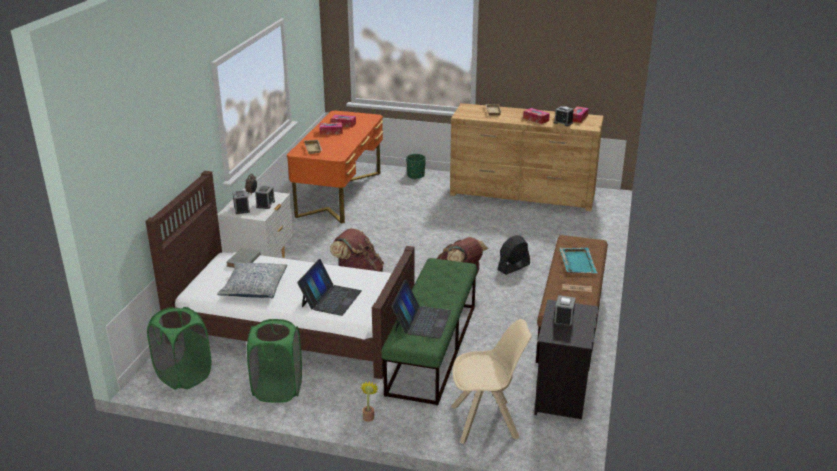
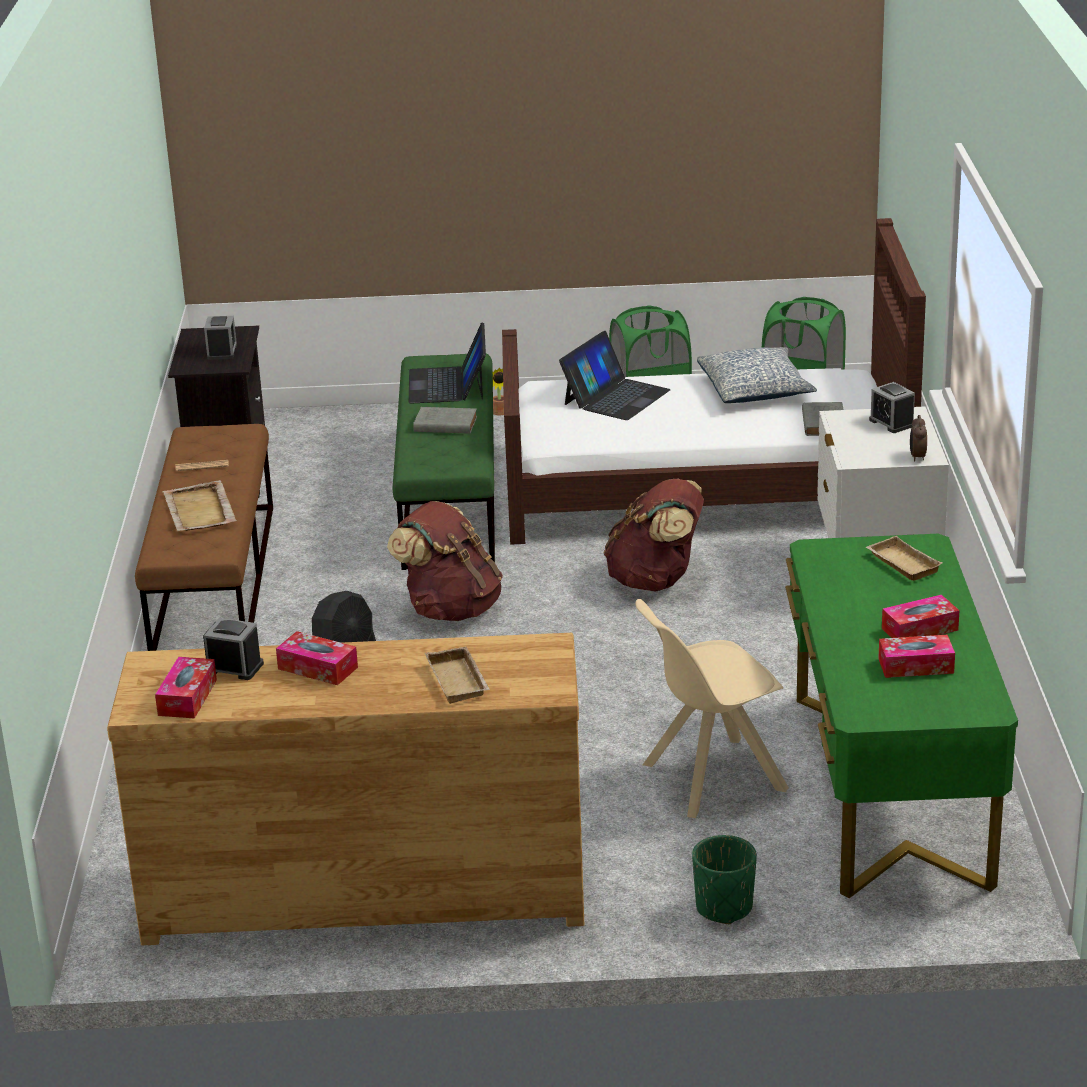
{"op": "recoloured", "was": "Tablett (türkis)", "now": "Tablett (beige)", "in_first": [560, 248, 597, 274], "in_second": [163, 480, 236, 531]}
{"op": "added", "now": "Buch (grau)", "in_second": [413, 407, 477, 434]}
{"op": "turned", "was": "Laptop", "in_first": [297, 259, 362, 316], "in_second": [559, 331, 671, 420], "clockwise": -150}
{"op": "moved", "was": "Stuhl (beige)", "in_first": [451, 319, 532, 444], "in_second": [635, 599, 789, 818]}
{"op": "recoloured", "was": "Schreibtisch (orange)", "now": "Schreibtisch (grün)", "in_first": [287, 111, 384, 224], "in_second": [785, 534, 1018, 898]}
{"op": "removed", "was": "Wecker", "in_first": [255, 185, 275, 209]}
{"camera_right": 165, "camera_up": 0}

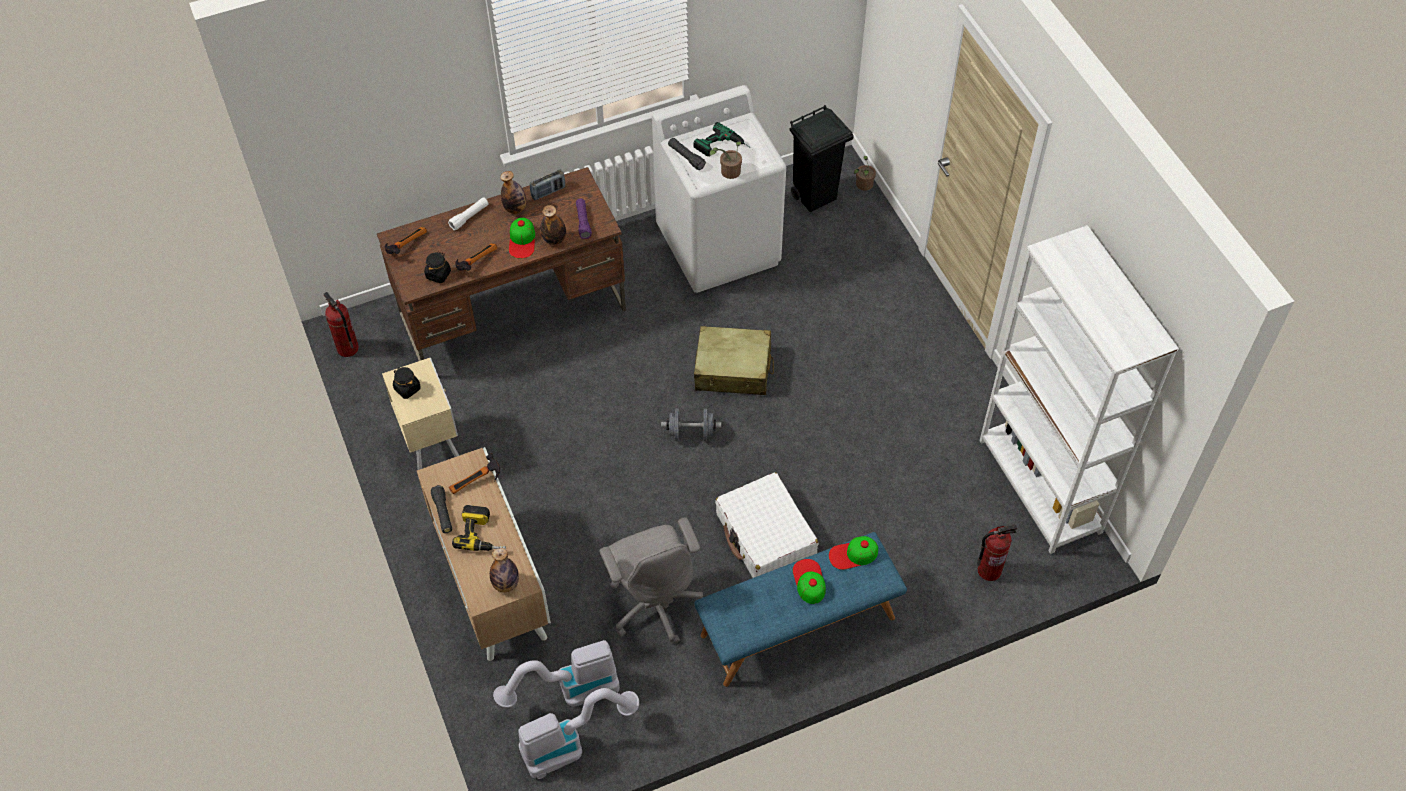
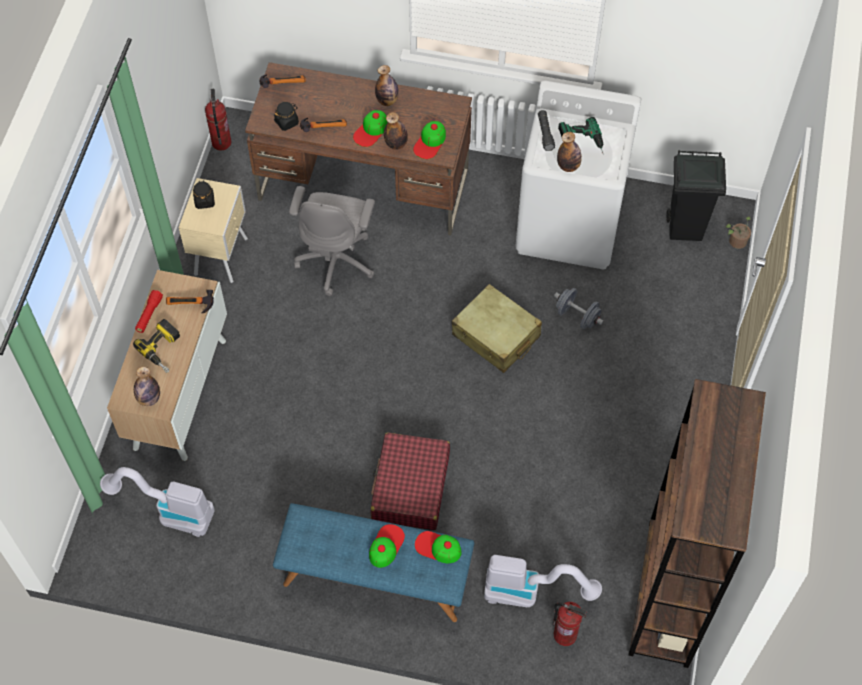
{"op": "recoloured", "was": "Taschenlampe (schwarz)", "now": "Taschenlampe (rot)", "in_first": [431, 485, 452, 533], "in_second": [135, 290, 163, 333]}
{"op": "moved", "was": "Bürostuhl (grau)", "in_first": [599, 518, 703, 644], "in_second": [289, 186, 375, 296]}
{"op": "recoloured", "was": "Koffer (weiß)", "now": "Koffer (rot)", "in_first": [715, 472, 818, 578], "in_second": [370, 432, 450, 530]}
{"op": "replaced", "was": "Taschenlampe (lila)", "now": "Kappe", "in_first": [576, 199, 592, 239], "in_second": [413, 121, 446, 159]}
{"op": "moved", "was": "Staubsauger", "in_first": [518, 688, 639, 779], "in_second": [484, 555, 602, 607]}
{"op": "moved", "was": "Hantel (grau)", "in_first": [661, 408, 721, 441], "in_second": [554, 288, 604, 329]}
{"op": "replaced", "was": "Topfpflanze", "now": "Flasche", "in_first": [709, 141, 742, 179], "in_second": [557, 132, 582, 172]}
{"op": "recoloured", "was": "Bücherregal (weiß)", "now": "Bücherregal (braun)", "in_first": [979, 225, 1179, 554], "in_second": [628, 379, 766, 668]}
{"op": "removed", "was": "Taschenlampe (weiß)", "in_first": [448, 197, 489, 231]}
{"op": "removed", "was": "Radio", "in_first": [530, 170, 565, 200]}
{"camera_right": 35, "camera_up": 5}

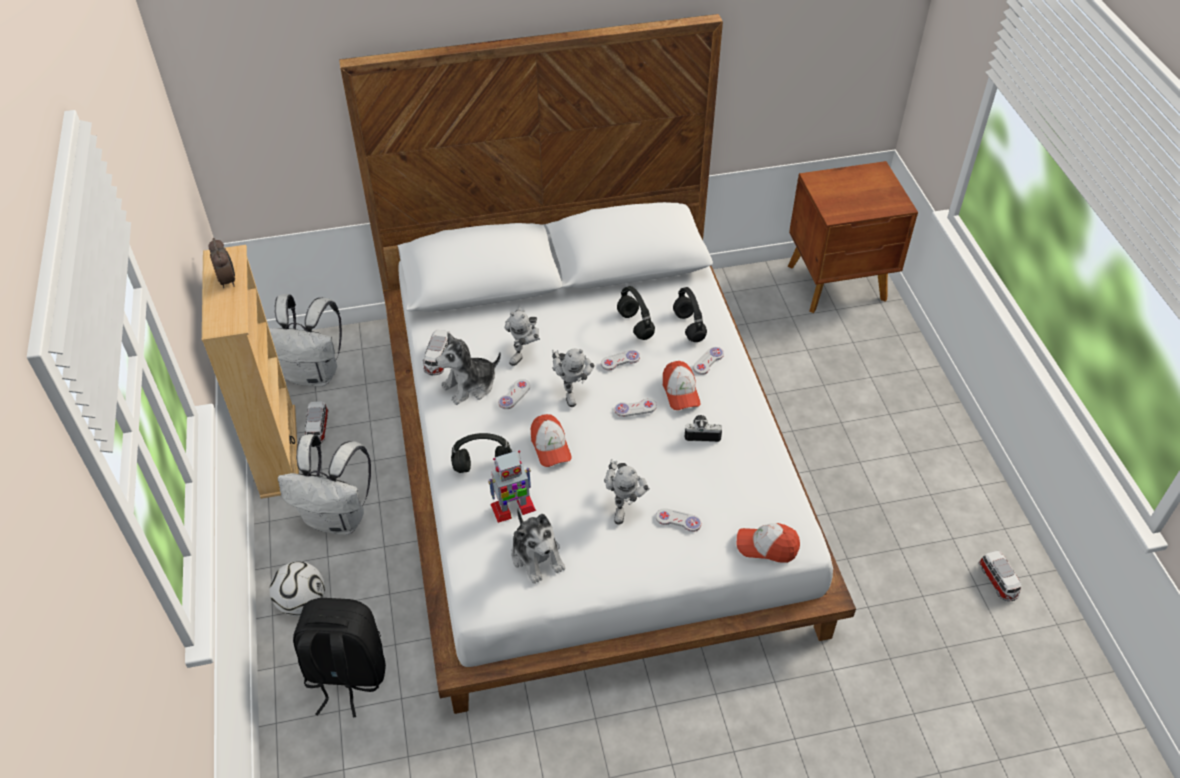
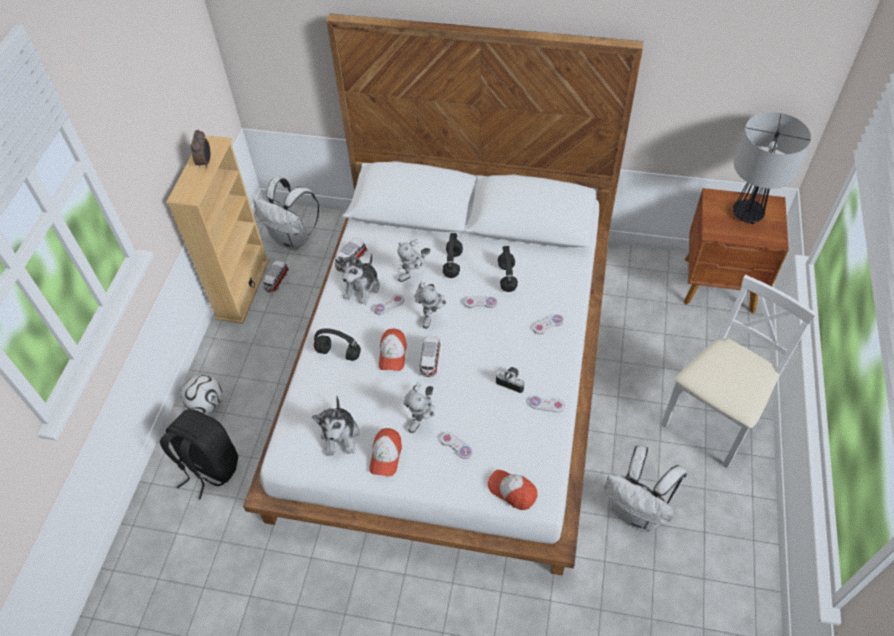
{"op": "turned", "was": "Plüschtier", "in_first": [435, 333, 501, 405], "in_second": [338, 253, 380, 305], "clockwise": -60}
{"op": "moved", "was": "Kappe", "in_first": [663, 361, 700, 410], "in_second": [369, 428, 402, 476]}
{"op": "moved", "was": "Spielzeugauto", "in_first": [979, 551, 1022, 601], "in_second": [419, 336, 441, 377]}
{"op": "moved", "was": "Kopfhörer (schwarz)", "in_first": [673, 287, 707, 342], "in_second": [443, 233, 463, 278]}
{"op": "moved", "was": "Gamepad (weiß)", "in_first": [614, 398, 657, 417], "in_second": [529, 395, 565, 413]}
{"op": "moved", "was": "Rucksack (weiß)", "in_first": [278, 434, 371, 535], "in_second": [604, 445, 687, 532]}
{"op": "added", "now": "Stuhl (weiß)", "in_second": [661, 275, 817, 468]}
{"op": "added", "now": "Tischlampe", "in_second": [733, 112, 811, 224]}
{"op": "removed", "was": "Spielzeugroboter", "in_first": [488, 450, 536, 523]}
{"camera_right": 25, "camera_up": 5}

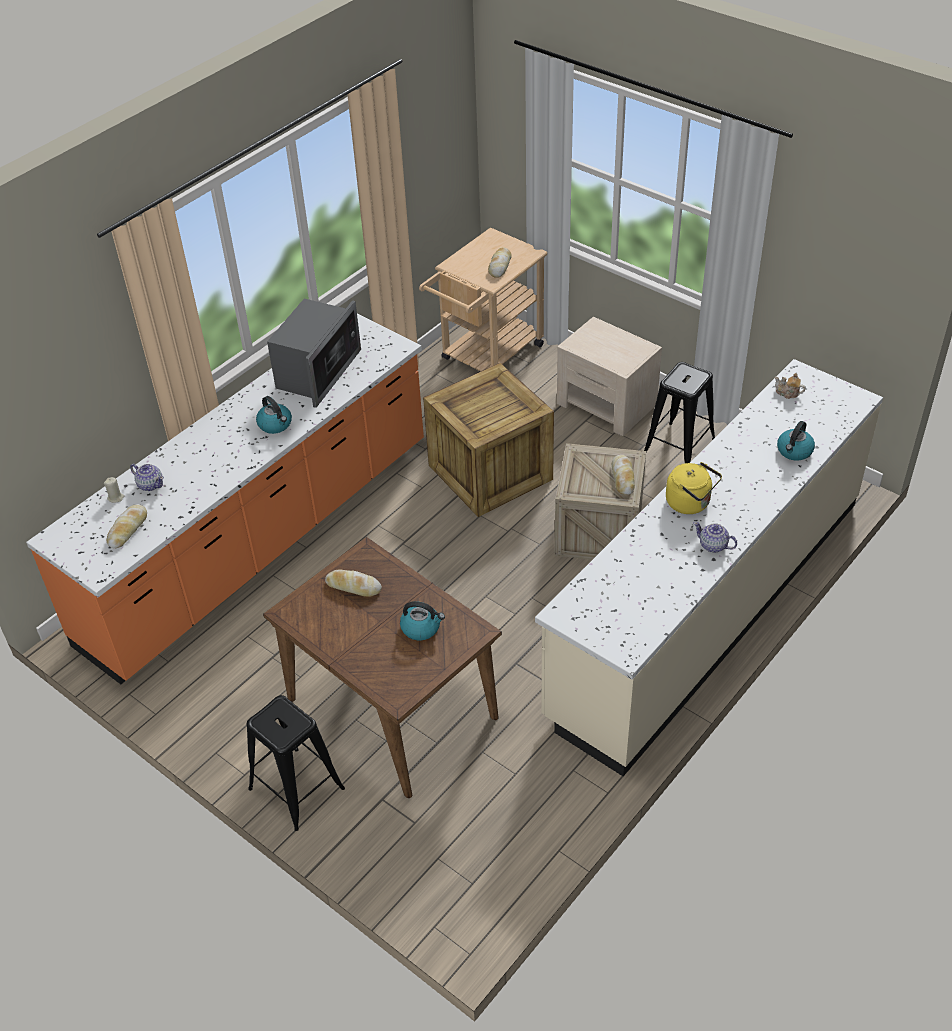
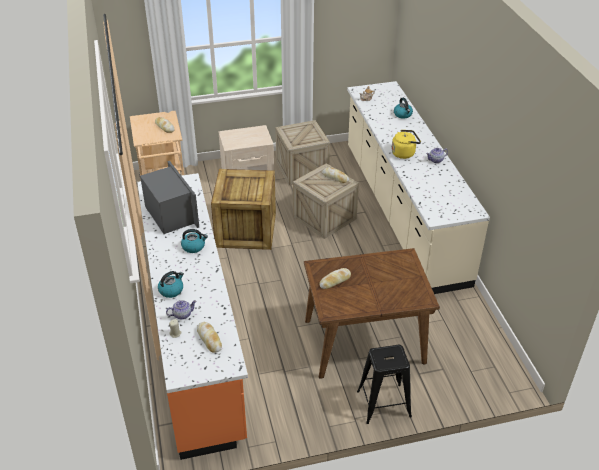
{"op": "moved", "was": "Wasserkessel", "in_first": [400, 601, 445, 640], "in_second": [158, 271, 184, 298]}
{"op": "replaced", "was": "Hocker (schwarz)", "now": "Kiste", "in_first": [644, 362, 715, 463], "in_second": [275, 120, 330, 185]}
{"camera_right": -55, "camera_up": -5}

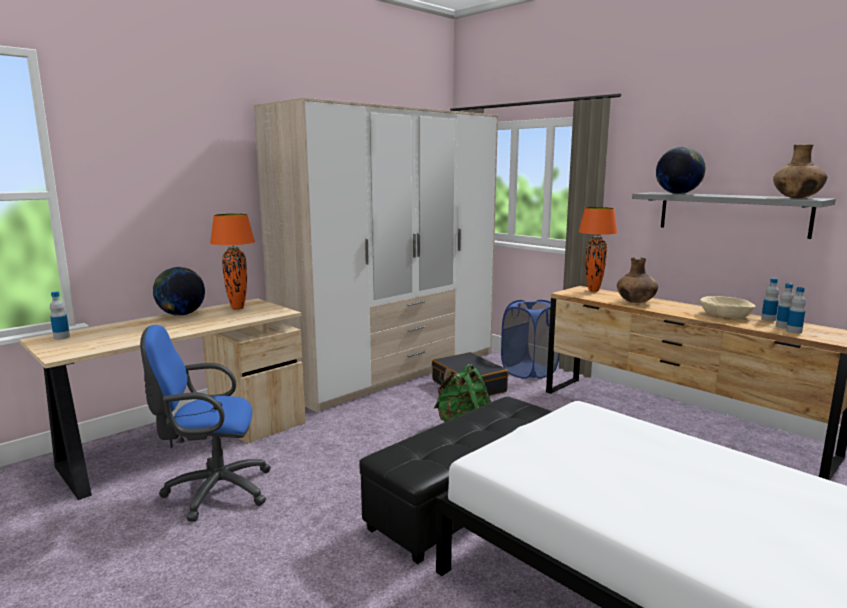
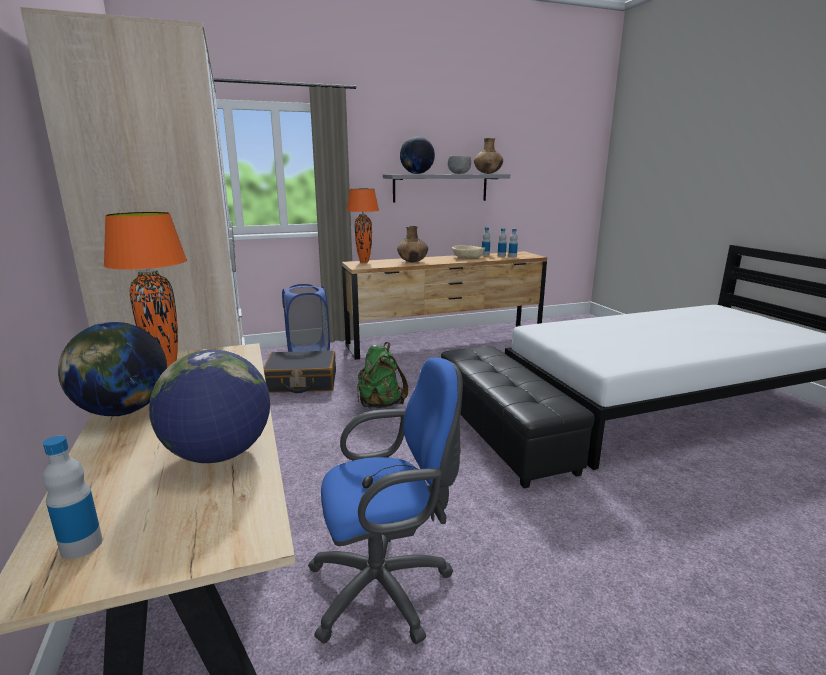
{"op": "added", "now": "Globus", "in_second": [149, 350, 270, 463]}
{"op": "turned", "was": "Bürostuhl (blau)", "in_first": [140, 325, 271, 522], "in_second": [308, 358, 463, 644], "clockwise": -120}
{"op": "added", "now": "Schüssel (grau)", "in_second": [448, 156, 471, 174]}
{"camera_right": -65, "camera_up": 5}

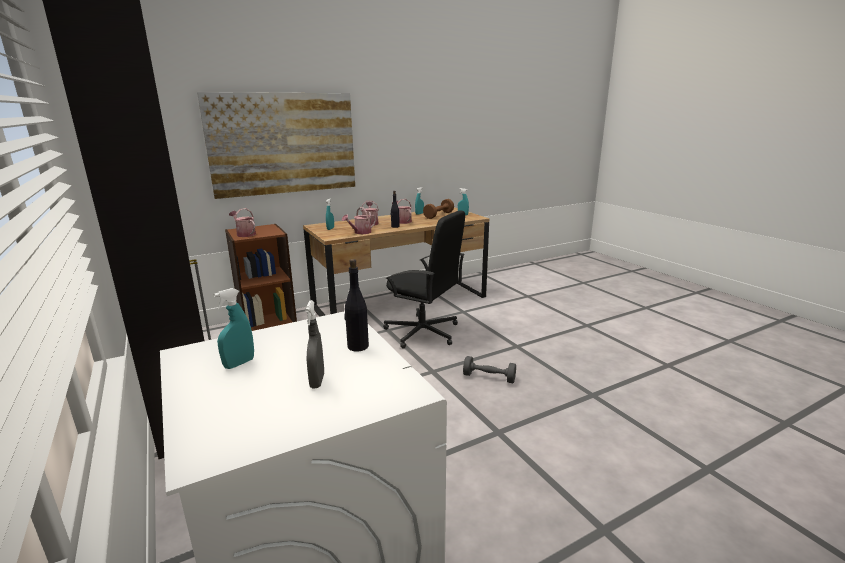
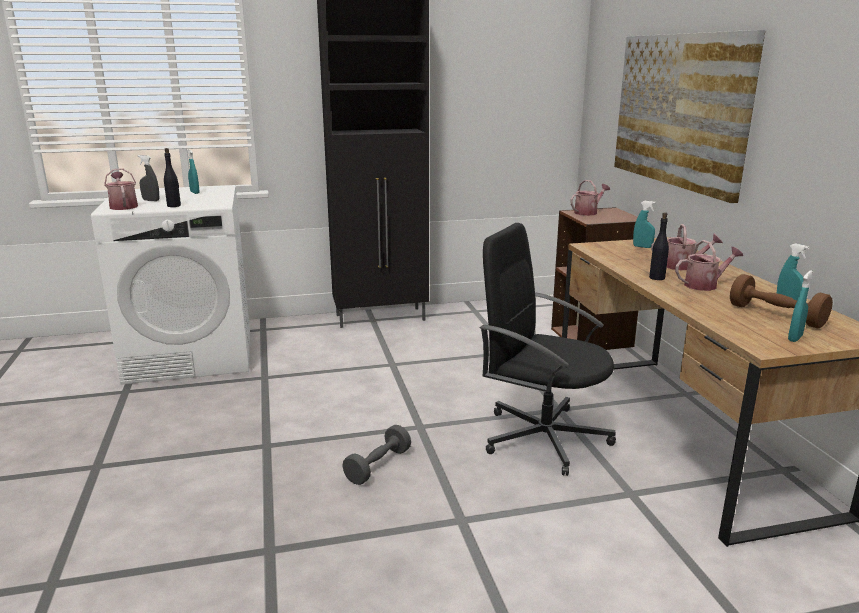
{"op": "moved", "was": "Gießkanne", "in_first": [342, 207, 376, 234], "in_second": [104, 168, 138, 210]}
{"op": "turned", "was": "Bürostuhl (schwarz)", "in_first": [384, 210, 465, 348], "in_second": [480, 223, 616, 476], "clockwise": 75}
{"camera_right": 105, "camera_up": 0}

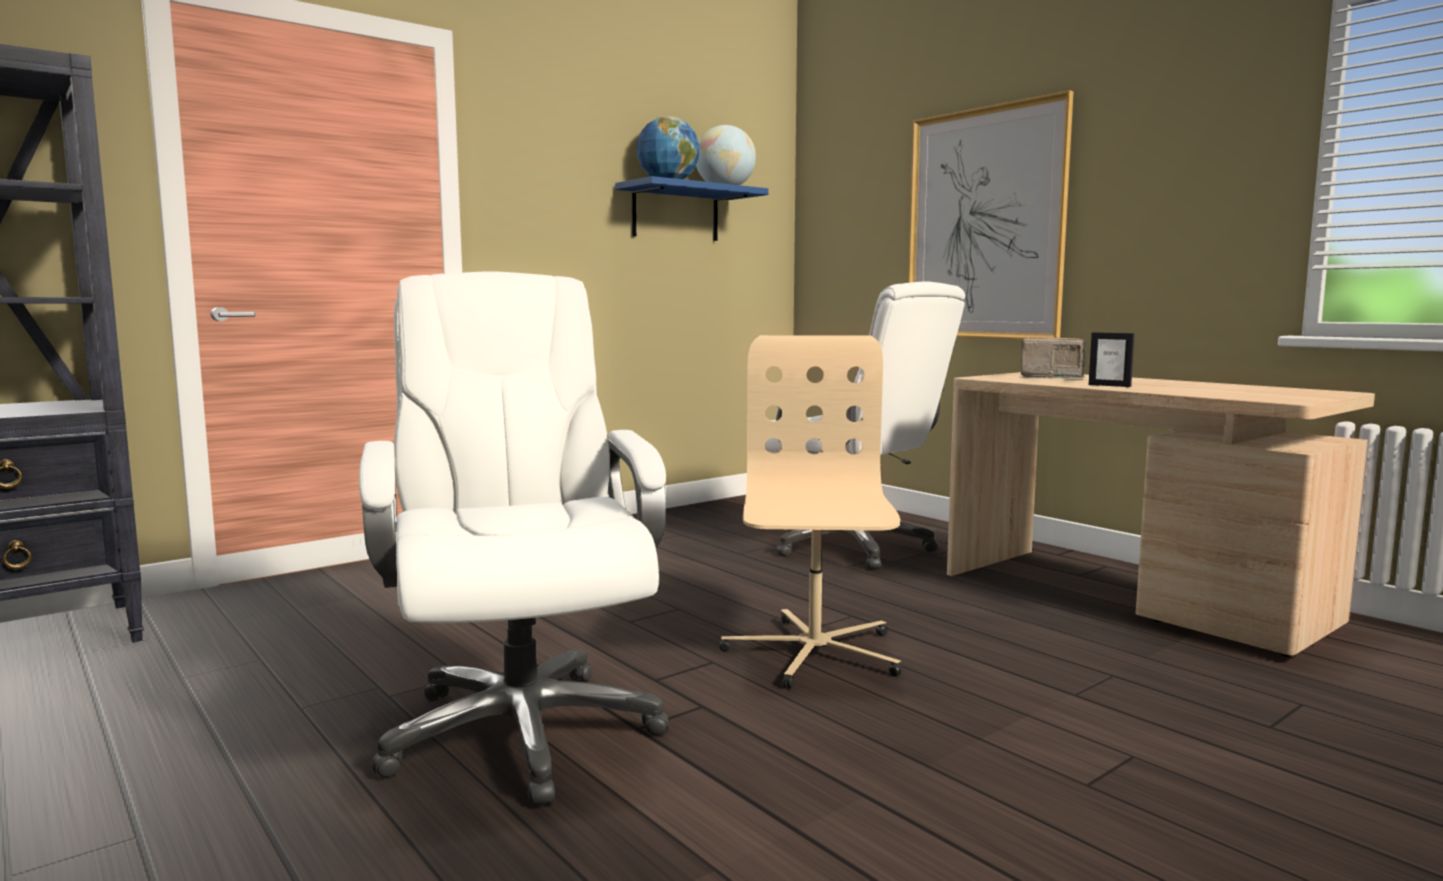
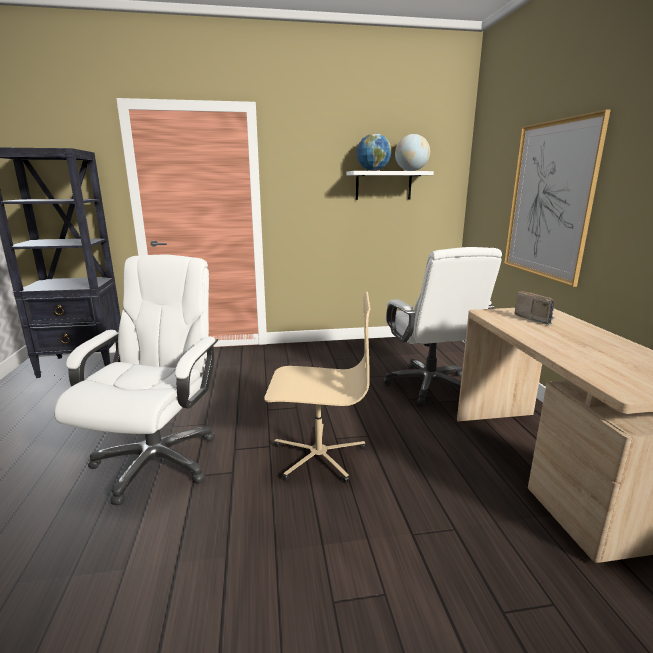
{"op": "turned", "was": "Bürostuhl (beige)", "in_first": [719, 335, 902, 688], "in_second": [264, 292, 371, 483], "clockwise": 60}
{"op": "recoloured", "was": "Wandregal (blau)", "now": "Wandregal (weiß)", "in_first": [615, 176, 769, 241], "in_second": [346, 171, 434, 200]}
{"op": "removed", "was": "Bilderrahmen", "in_first": [1089, 332, 1135, 387]}
{"camera_right": 30, "camera_up": 10}

